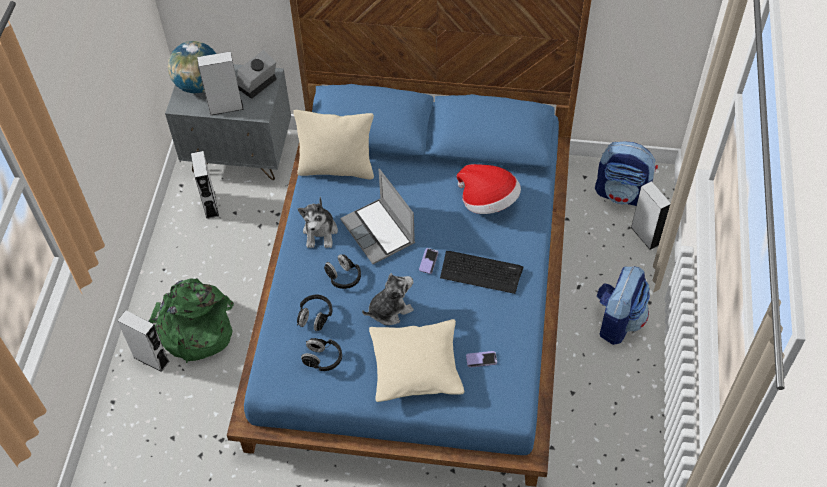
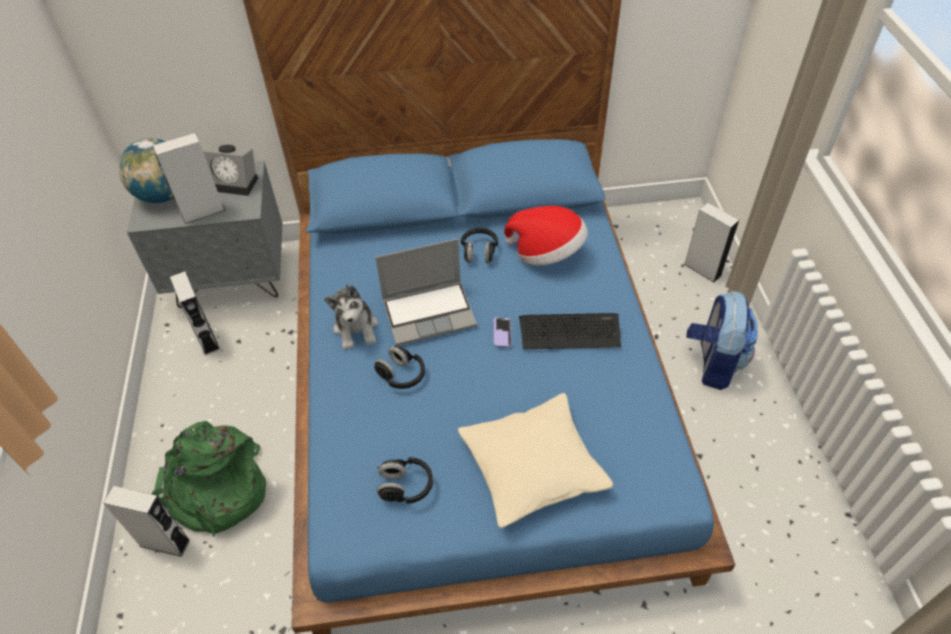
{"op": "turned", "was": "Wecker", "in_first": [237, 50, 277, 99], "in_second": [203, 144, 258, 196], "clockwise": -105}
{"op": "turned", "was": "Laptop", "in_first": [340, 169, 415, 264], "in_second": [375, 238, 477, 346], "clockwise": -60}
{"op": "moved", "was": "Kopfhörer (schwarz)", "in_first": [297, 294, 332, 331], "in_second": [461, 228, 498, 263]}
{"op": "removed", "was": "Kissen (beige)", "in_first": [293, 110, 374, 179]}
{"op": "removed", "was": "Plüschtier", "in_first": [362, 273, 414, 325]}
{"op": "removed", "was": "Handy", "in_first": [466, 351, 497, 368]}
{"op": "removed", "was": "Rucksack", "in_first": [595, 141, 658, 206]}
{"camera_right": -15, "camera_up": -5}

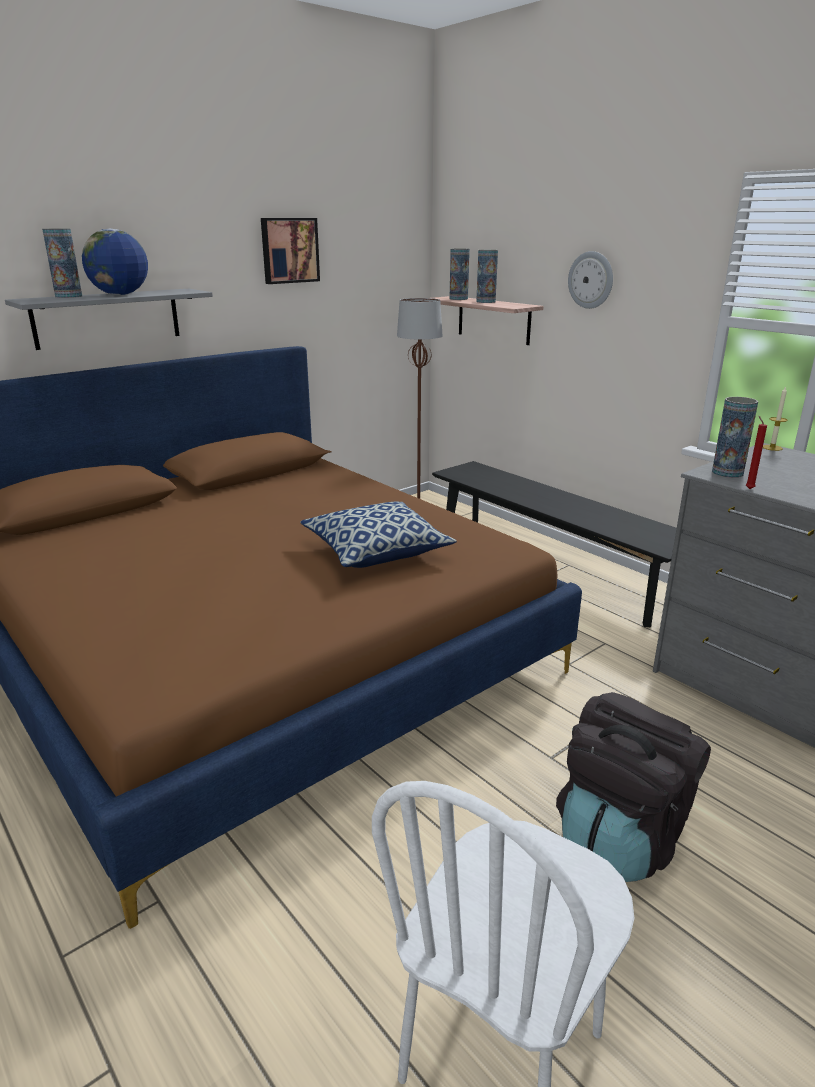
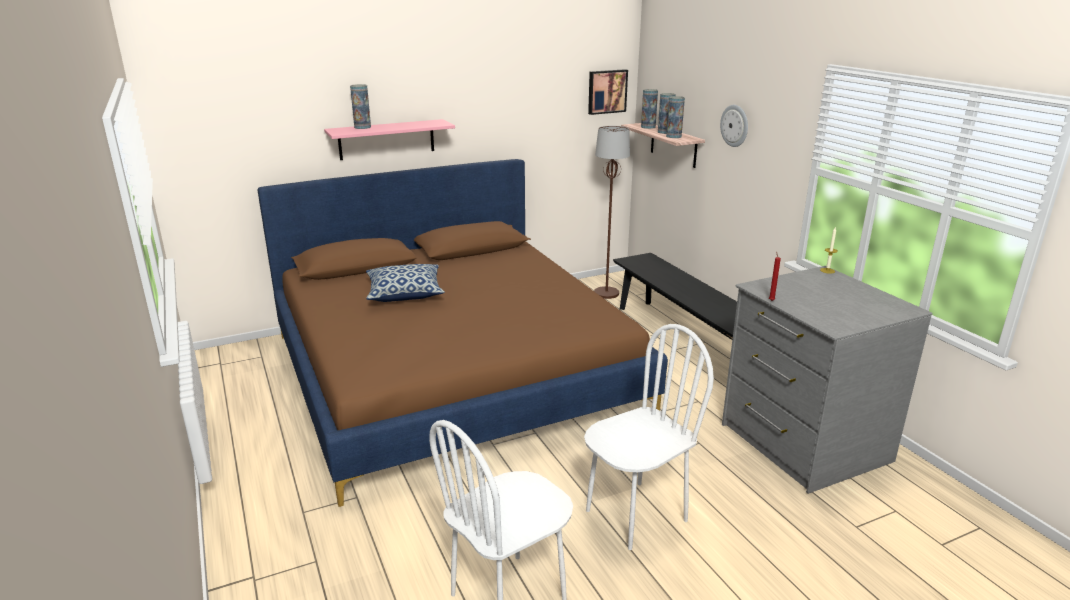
{"op": "recoloured", "was": "Wandregal (grau)", "now": "Wandregal (rosa)", "in_first": [5, 289, 213, 350], "in_second": [324, 119, 455, 160]}
{"op": "moved", "was": "Kissen", "in_first": [300, 501, 457, 568], "in_second": [366, 264, 445, 302]}
{"op": "replaced", "was": "Rucksack (schwarz)", "now": "Stuhl (weiß)", "in_first": [556, 692, 711, 882], "in_second": [584, 324, 714, 550]}
{"op": "moved", "was": "Bild", "in_first": [261, 218, 320, 284], "in_second": [588, 69, 628, 115]}
{"op": "moved", "was": "Vase", "in_first": [712, 397, 758, 478], "in_second": [666, 96, 685, 138]}
{"op": "removed", "was": "Globus", "in_first": [82, 229, 148, 295]}
{"camera_right": 15, "camera_up": 0}

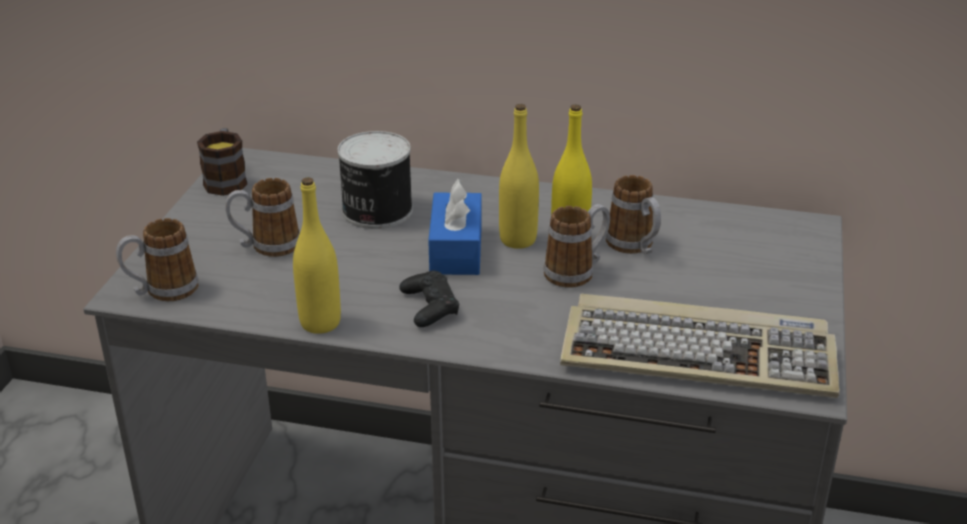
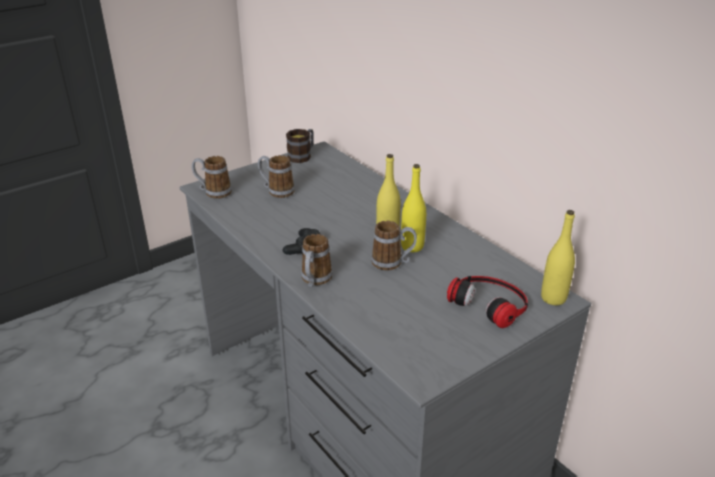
{"op": "moved", "was": "Henkelbecher", "in_first": [606, 175, 661, 255], "in_second": [301, 234, 333, 287]}
{"op": "added", "now": "Kopfhörer", "in_second": [447, 276, 528, 328]}
{"op": "moved", "was": "Flasche (gelb)", "in_first": [293, 177, 341, 334], "in_second": [541, 210, 575, 305]}
{"op": "removed", "was": "Dose", "in_first": [338, 131, 413, 229]}
{"op": "removed", "was": "Taschentuchbox (blau)", "in_first": [428, 179, 482, 275]}
{"op": "removed", "was": "Tastatur", "in_first": [560, 294, 840, 398]}
{"camera_right": 40, "camera_up": 0}

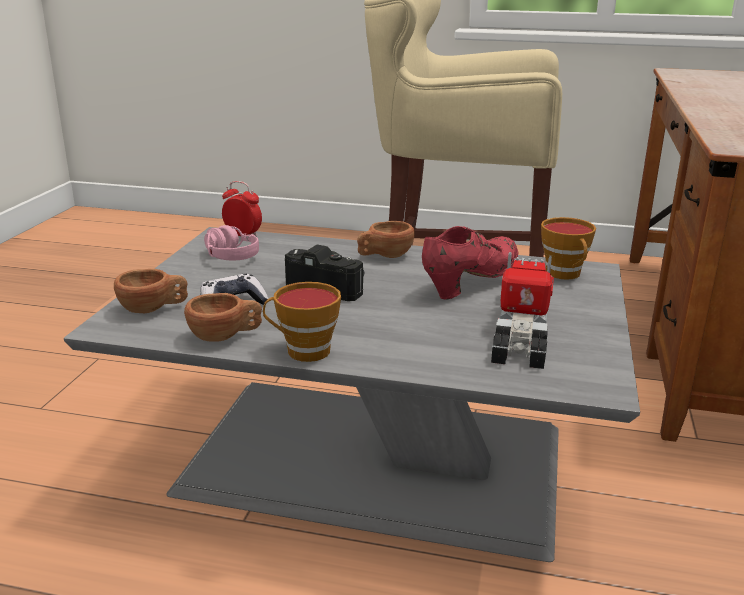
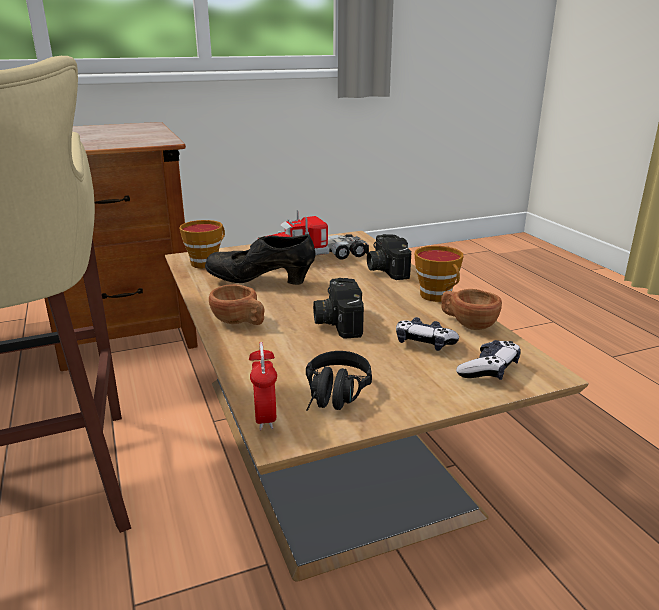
{"op": "recoloured", "was": "Couchtisch (grau)", "now": "Couchtisch (braun)", "in_first": [64, 227, 640, 562], "in_second": [165, 231, 589, 582]}
{"op": "recoloured", "was": "Schuh (rot)", "now": "Schuh (schwarz)", "in_first": [422, 226, 519, 300], "in_second": [205, 234, 315, 285]}
{"op": "recoloured", "was": "Kopfhörer (rosa)", "now": "Kopfhörer (schwarz)", "in_first": [204, 225, 259, 260], "in_second": [306, 351, 372, 411]}
{"op": "added", "now": "Kamera", "in_second": [367, 234, 411, 280]}
{"op": "replaced", "was": "Tasse (braun)", "now": "Gamepad", "in_first": [114, 269, 188, 313], "in_second": [456, 340, 521, 380]}
{"camera_right": -125, "camera_up": 0}

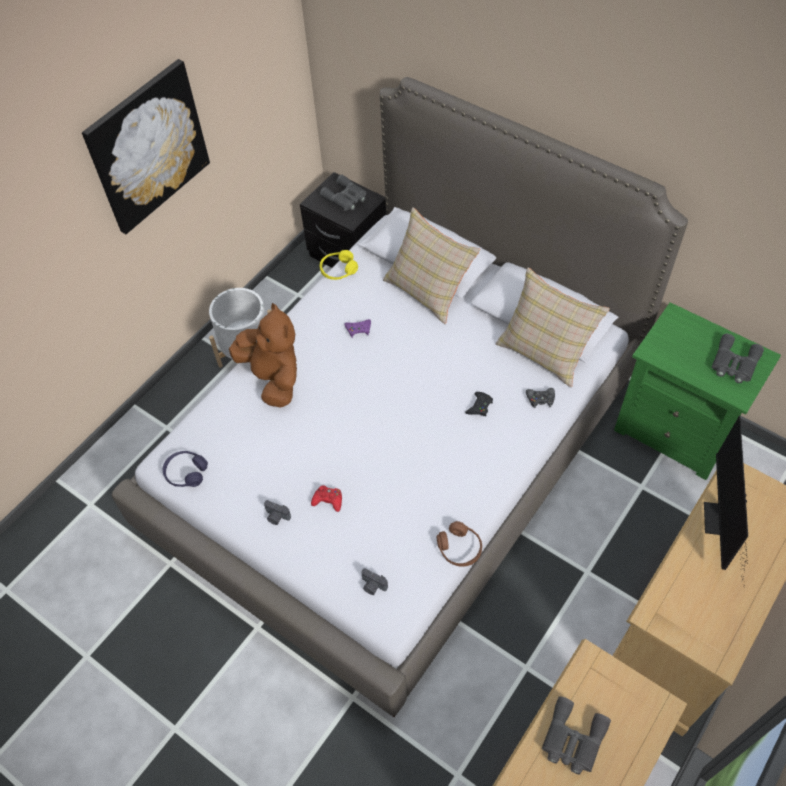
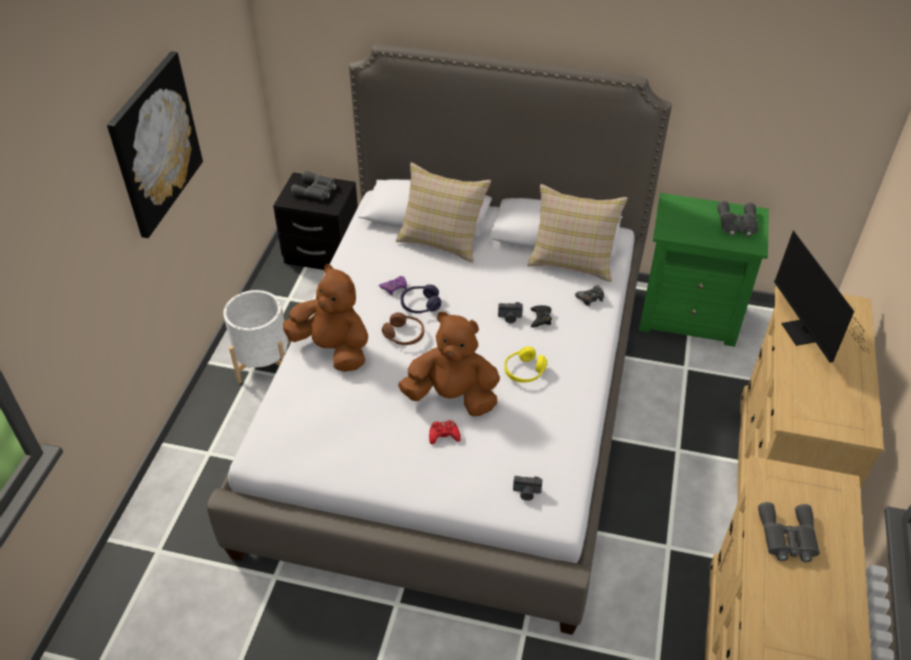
{"op": "moved", "was": "Kopfhörer (braun)", "in_first": [437, 521, 482, 567], "in_second": [382, 312, 424, 345]}
{"op": "added", "now": "Plüschtier (braun)", "in_second": [398, 312, 500, 416]}
{"op": "moved", "was": "Kopfhörer (lila)", "in_first": [163, 451, 208, 487], "in_second": [401, 285, 441, 313]}
{"op": "moved", "was": "Kamera", "in_first": [264, 500, 291, 525], "in_second": [498, 302, 523, 323]}
{"op": "moved", "was": "Kopfhörer (gelb)", "in_first": [320, 250, 358, 280], "in_second": [504, 346, 547, 382]}
{"camera_right": -25, "camera_up": -10}

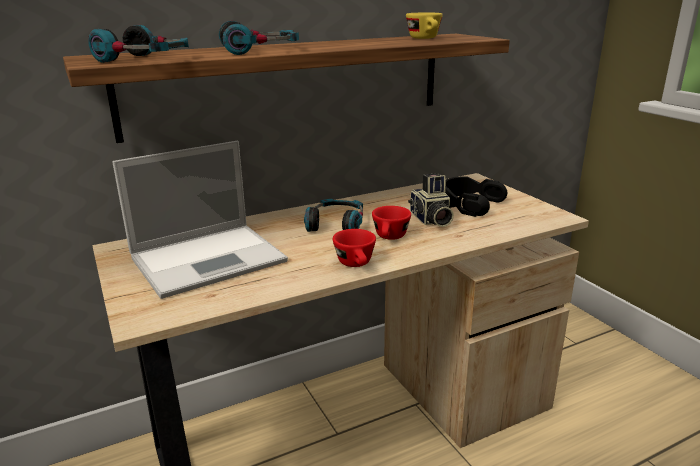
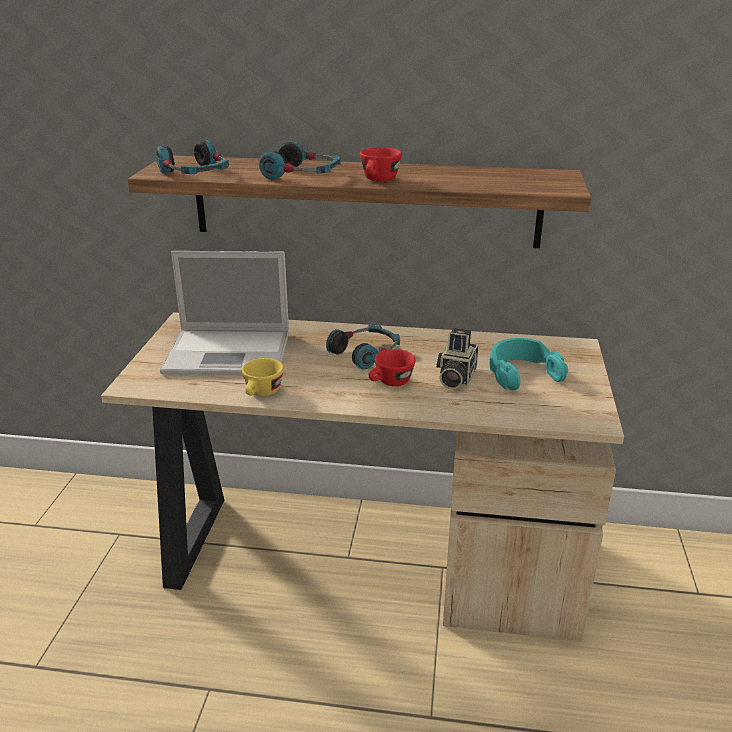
{"op": "moved", "was": "Tasse (gelb)", "in_first": [406, 13, 443, 39], "in_second": [242, 358, 284, 396]}
{"op": "moved", "was": "Tasse (rot)", "in_first": [333, 229, 376, 267], "in_second": [360, 147, 402, 182]}
{"op": "recoloured", "was": "Kopfhörer (schwarz)", "now": "Kopfhörer (türkis)", "in_first": [445, 176, 507, 217], "in_second": [489, 338, 568, 391]}
{"camera_right": 35, "camera_up": 5}

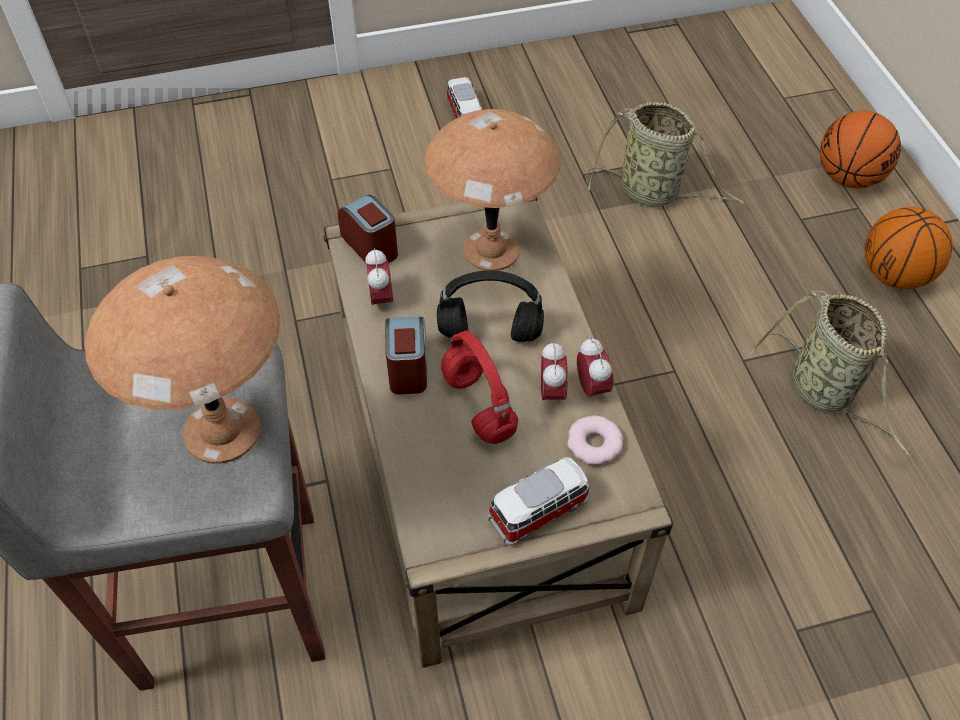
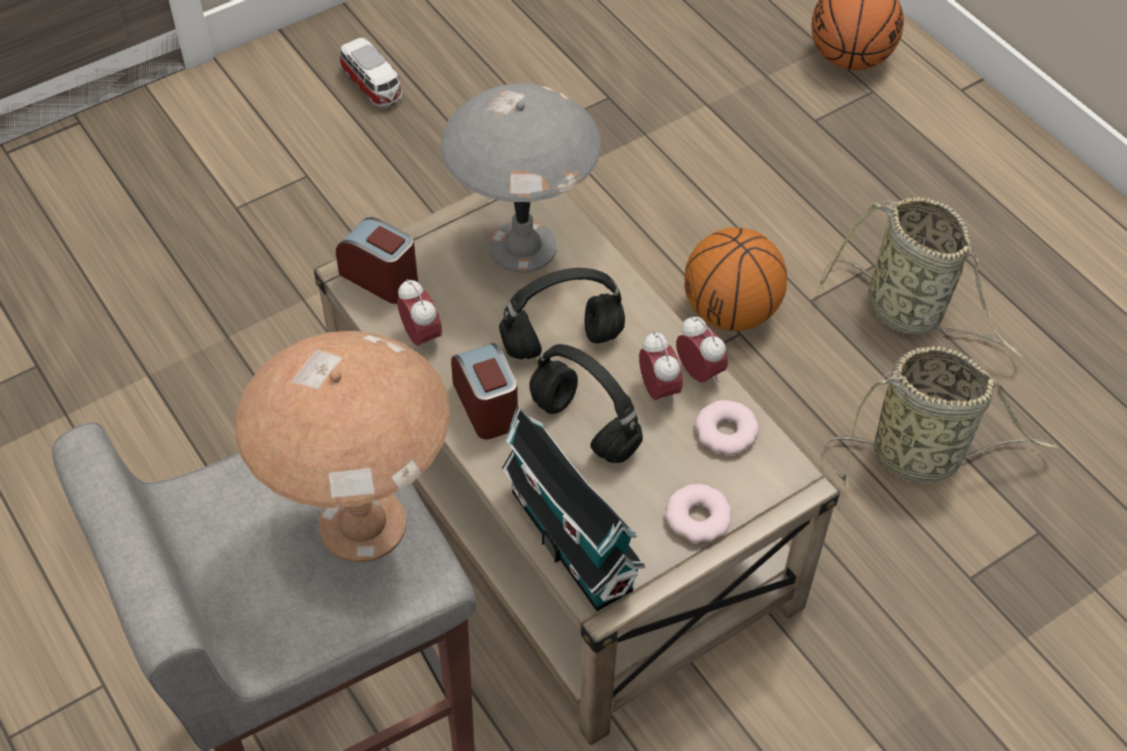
{"op": "recoloured", "was": "Tischlampe (braun)", "now": "Tischlampe (grau)", "in_first": [424, 109, 561, 271], "in_second": [441, 83, 601, 273]}
{"op": "added", "now": "Spielzeughaus", "in_second": [502, 406, 646, 611]}
{"op": "recoloured", "was": "Kopfhörer (rot)", "now": "Kopfhörer (schwarz)", "in_first": [441, 331, 518, 444], "in_second": [529, 344, 643, 463]}
{"op": "replaced", "was": "Spielzeugauto", "now": "Donut", "in_first": [488, 457, 590, 546], "in_second": [666, 484, 732, 543]}
{"op": "moved", "was": "Basketball", "in_first": [865, 207, 953, 289], "in_second": [684, 227, 787, 331]}
{"op": "moved", "was": "Korb", "in_first": [586, 102, 744, 207], "in_second": [824, 346, 1059, 488]}
{"camera_right": -20, "camera_up": 0}

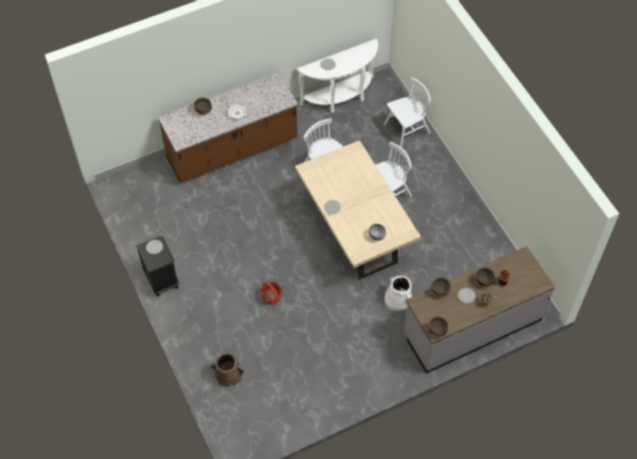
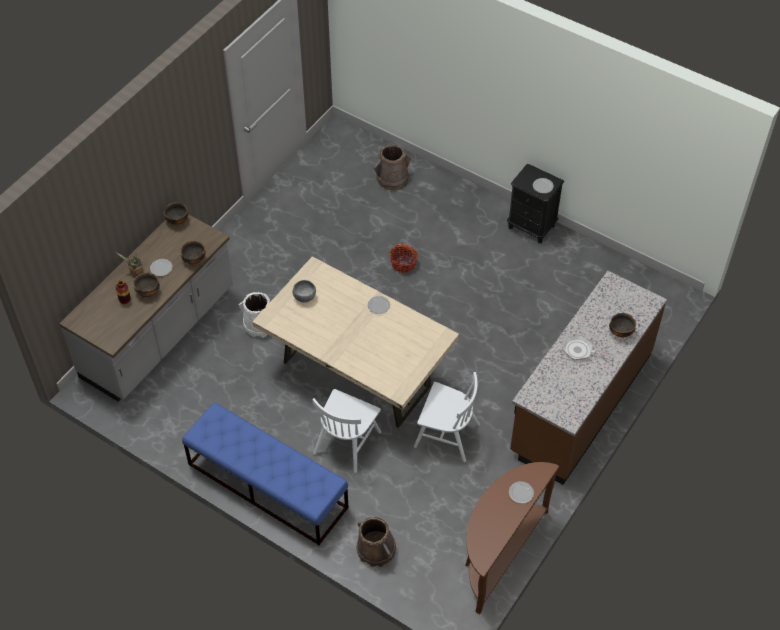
{"op": "added", "now": "Bank (blau)", "in_second": [182, 403, 349, 545]}
{"op": "replaced", "was": "Stuhl (weiß)", "now": "Eimer (braun)", "in_first": [384, 77, 431, 148], "in_second": [357, 517, 396, 567]}
{"op": "recoloured", "was": "Konsolentisch (weiß)", "now": "Konsolentisch (braun)", "in_first": [297, 38, 378, 113], "in_second": [465, 462, 559, 614]}
{"camera_right": 150, "camera_up": -5}

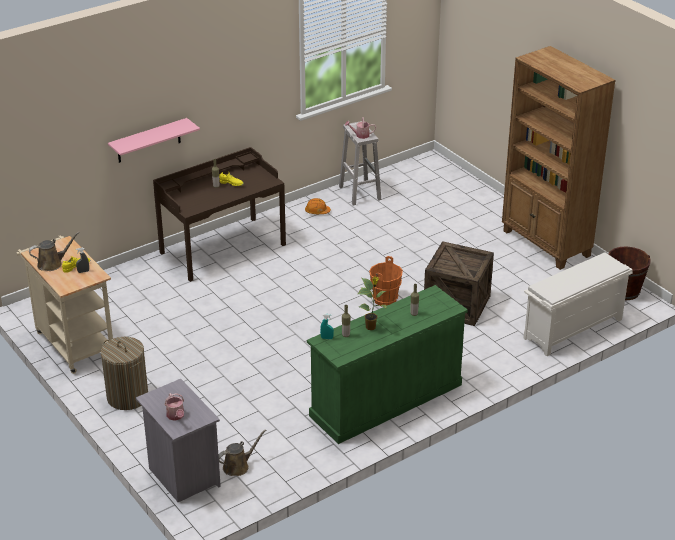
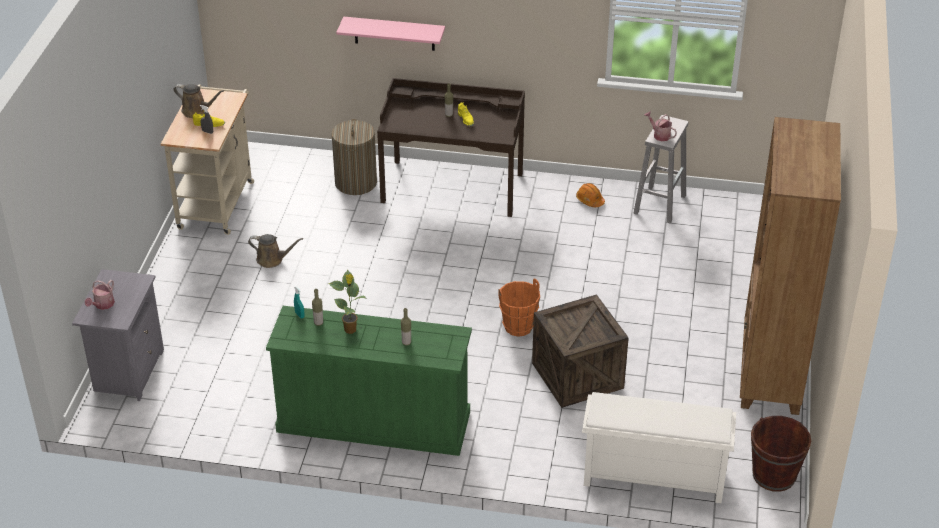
{"op": "moved", "was": "Gießkanne (braun)", "in_first": [219, 429, 267, 476], "in_second": [248, 234, 303, 268]}
{"op": "moved", "was": "Wäschekorb", "in_first": [101, 337, 148, 410], "in_second": [331, 119, 377, 195]}
{"camera_right": 45, "camera_up": 5}

